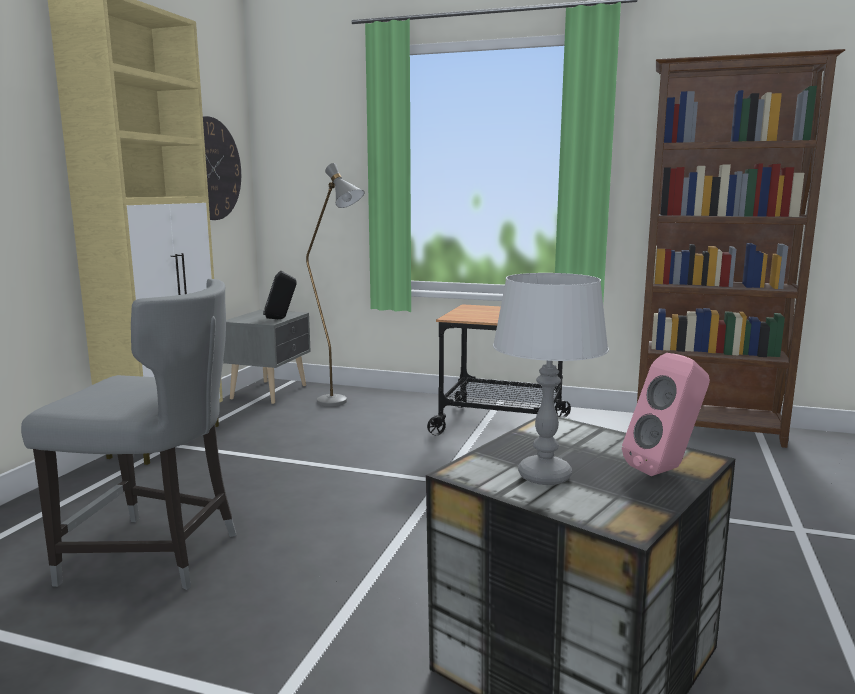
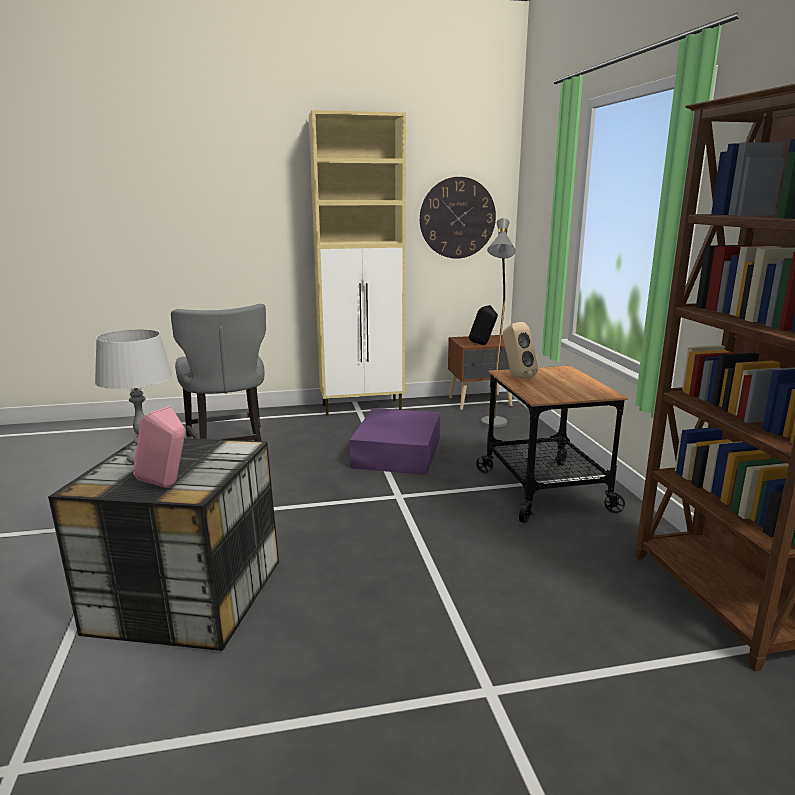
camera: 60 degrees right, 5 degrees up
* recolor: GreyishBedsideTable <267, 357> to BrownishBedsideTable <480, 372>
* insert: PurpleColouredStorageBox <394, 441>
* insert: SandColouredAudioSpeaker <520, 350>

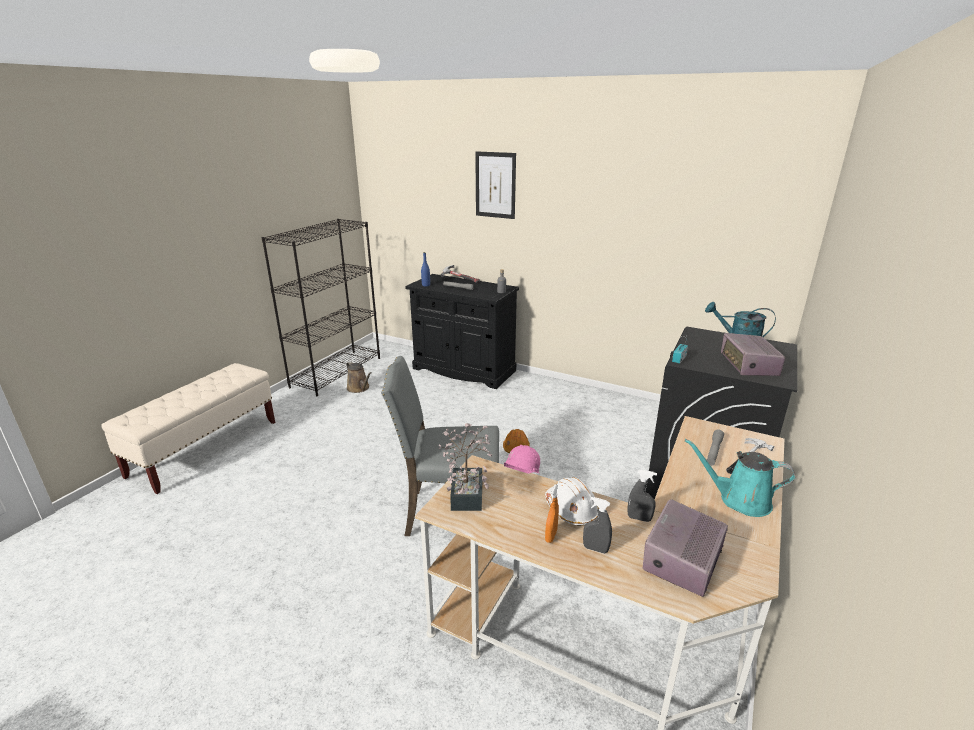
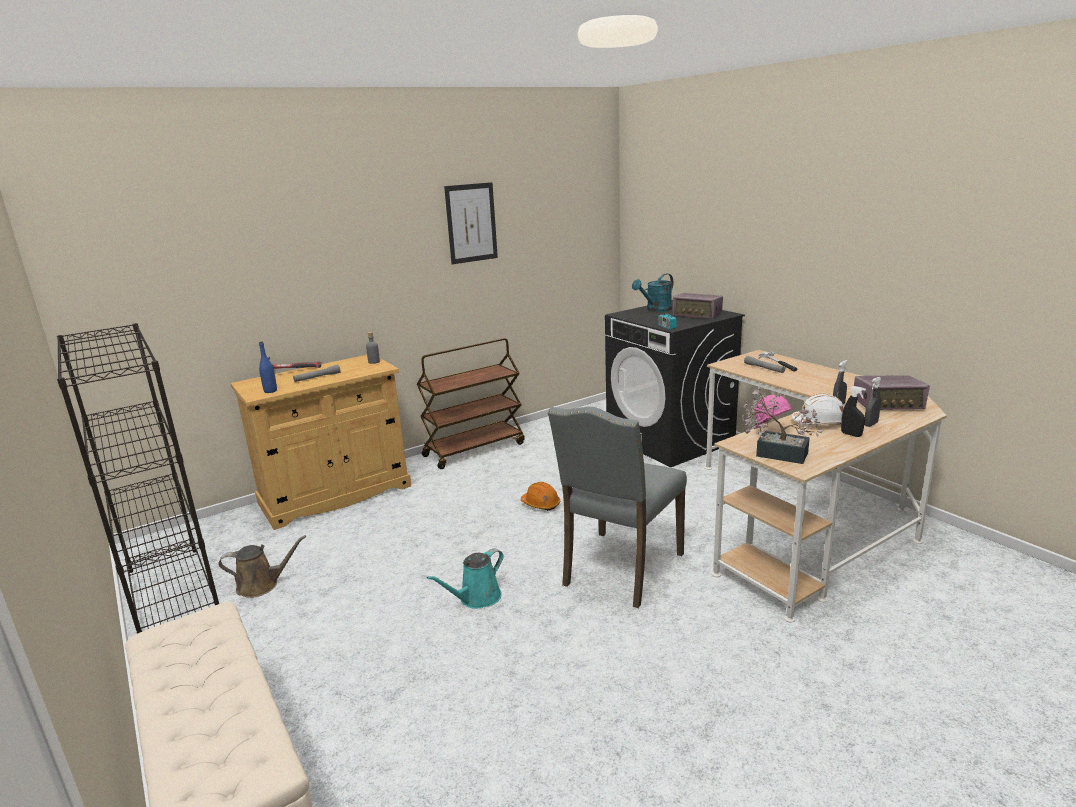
camera: 60 degrees left, 5 degrees down
* recolor: BlackishStorageCabinet <462, 331> to SandColouredStorageCabinet <320, 442>
* move: WallArt <495, 185> to <471, 223>
* recolor: OrangeySprayBottle <552, 513> to BlackishSprayBottle <853, 411>
* rotate: RadioSet <685, 548> = <892, 392> 60 degrees counterclockwise
* move: TurquoiseColouredSprinklingCan <740, 478> to <465, 579>
* insert: BrownishWheeledCart <471, 403>

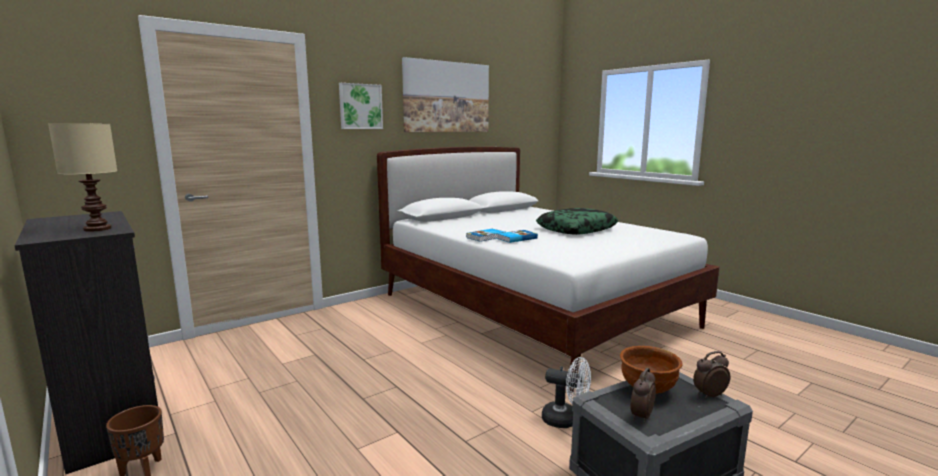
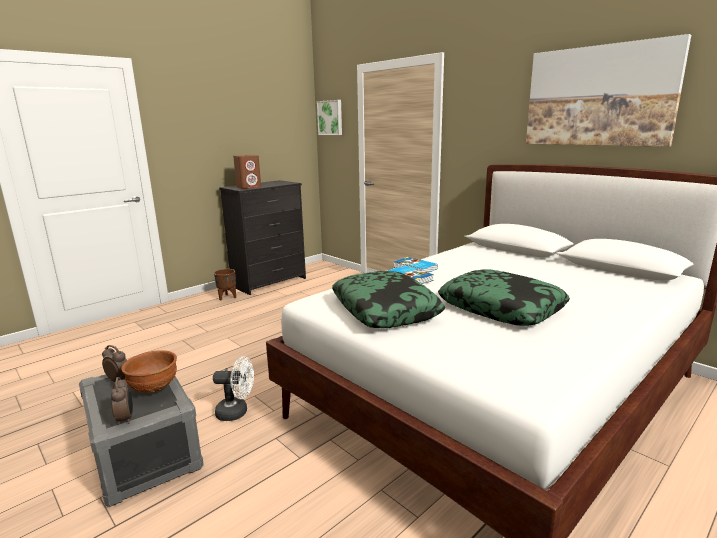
camera: 85 degrees right, 5 degrees up
* replace: SandColouredTableLamp <82, 177> to BrownishAudioSpeaker <247, 172>
* move: WallArt <361, 106> to <329, 117>
* rotate: WhiteColouredFan <566, 392> = <233, 388> 105 degrees counterclockwise
* insert: Cushion <388, 299>

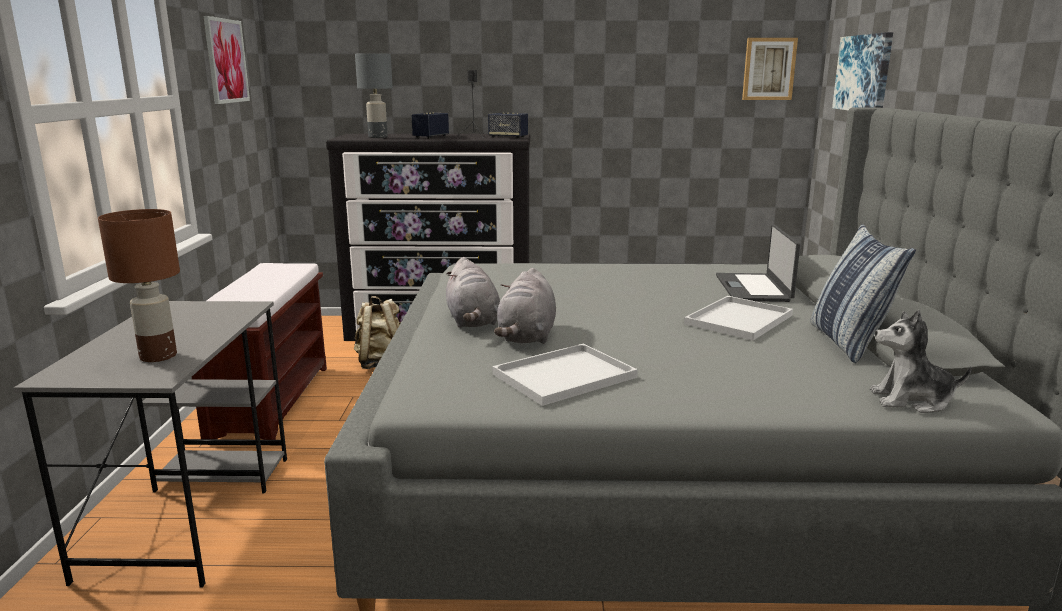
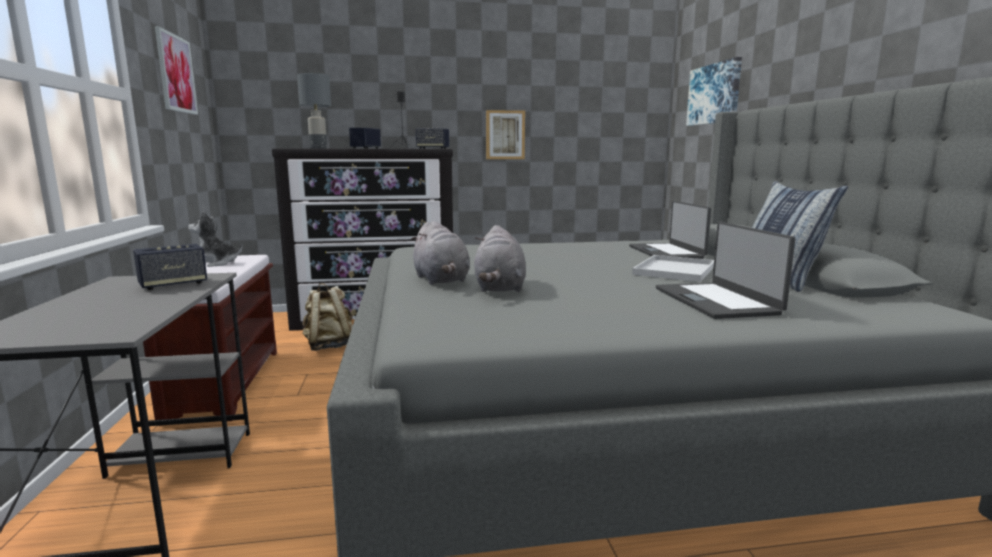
camera: 10 degrees left, 5 degrees down
* delete: BrownishTableLamp <139, 285>
* delete: WhiteColouredCarryingTray <565, 375>
* move: WallArt <770, 69> to <505, 134>
* move: CuddlyToy <921, 361> to <215, 239>
* insert: AudioSpeaker <170, 267>
* insert: NotebookComputer <725, 270>

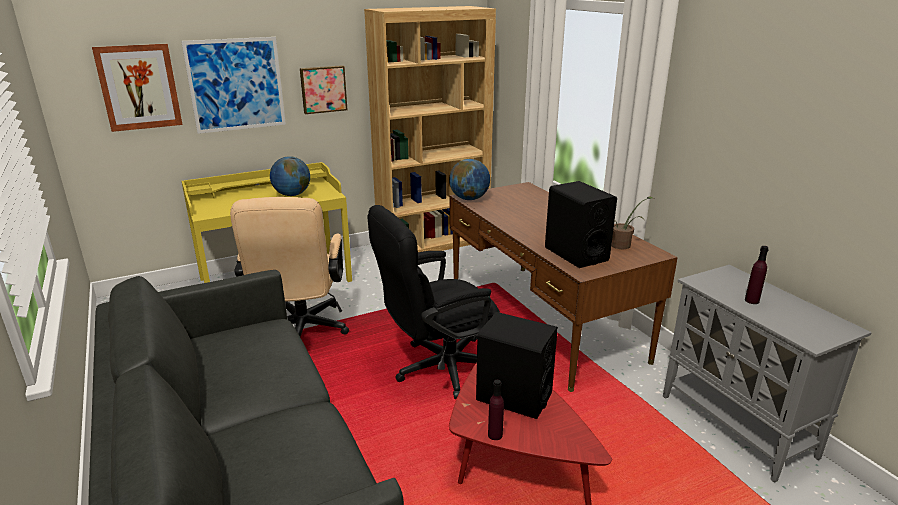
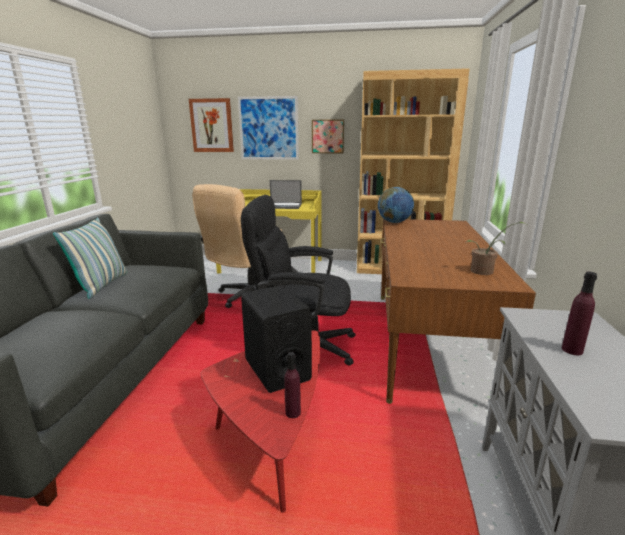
camera: 35 degrees right, 5 degrees down
* replace: WorldGlobe <290, 176> to NotebookComputer <286, 194>
* move: PurpleColouredBeverageBottle <496, 410> to <292, 385>
* delete: BlackishAudioSpeaker <581, 224>
* insert: Cushion <90, 258>

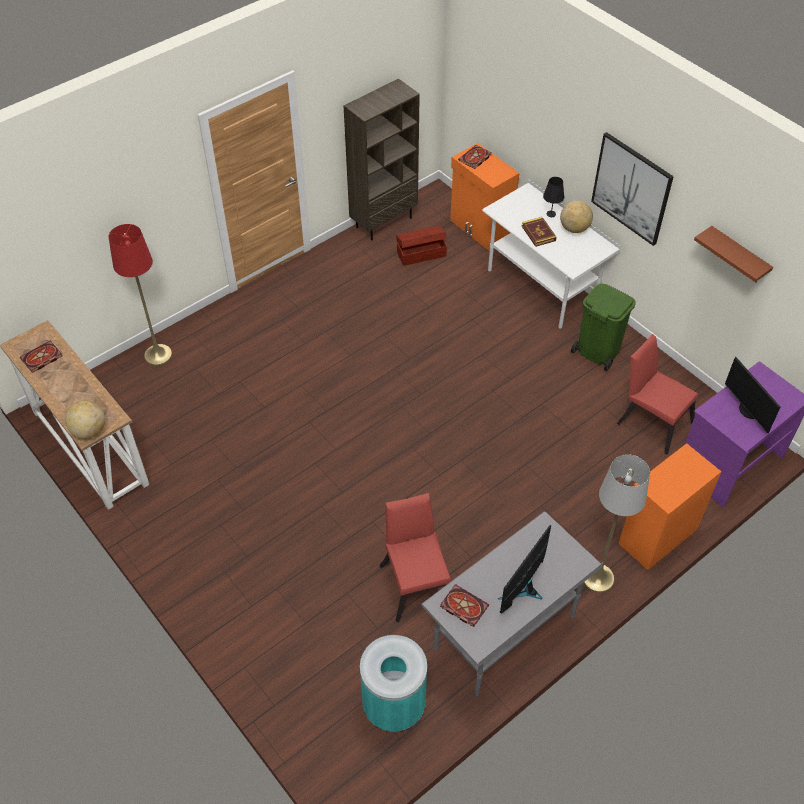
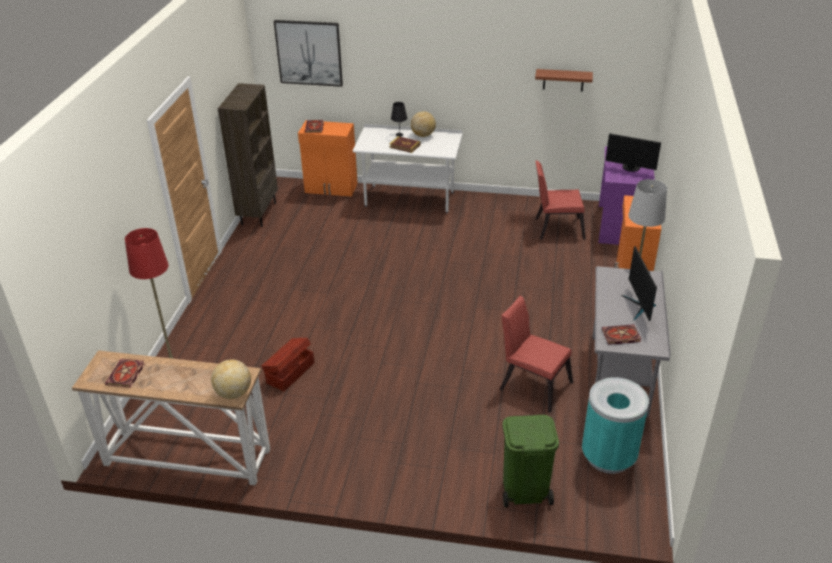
camera: 40 degrees left, 15 degrees down
* move: BrownishStorageBox <421, 246> to <287, 364>
* move: GreenishWasteBin <603, 327> to <531, 461>
* move: WallArt <632, 189> to <308, 53>

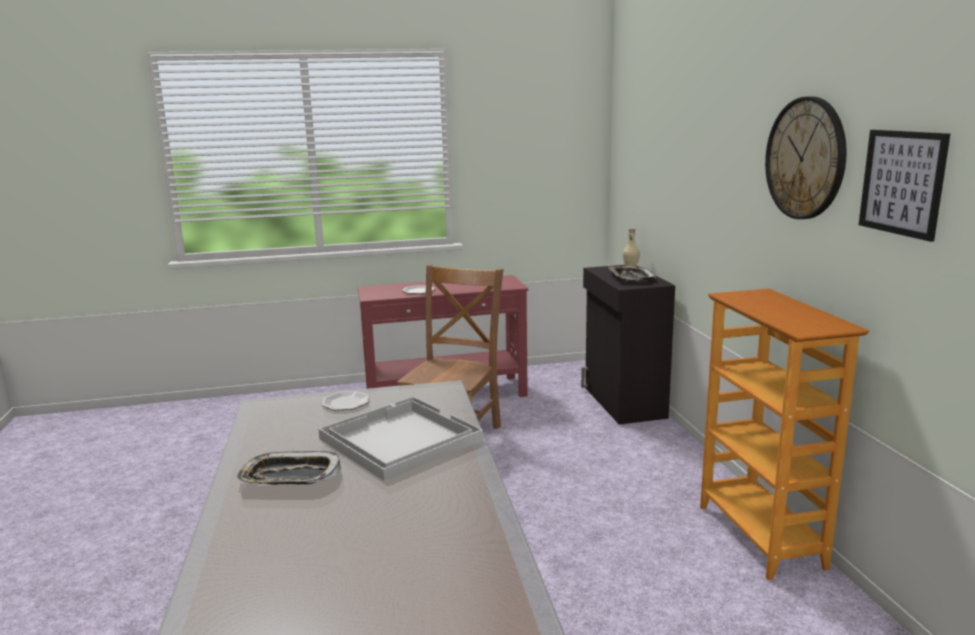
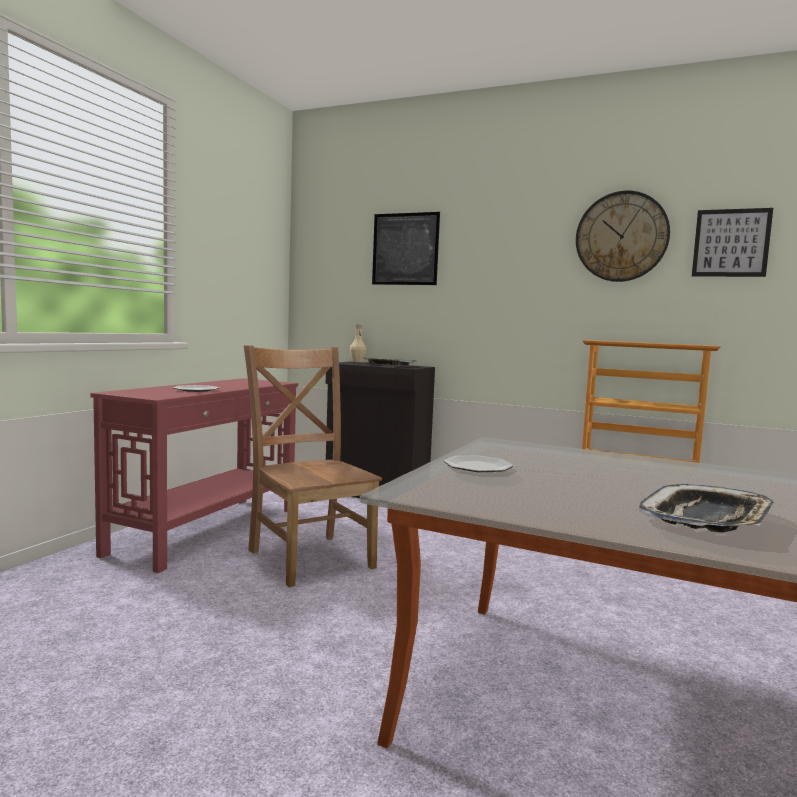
camera: 55 degrees left, 10 degrees down
* delete: WhiteColouredCarryingTray <400, 439>
* insert: WallArt <406, 248>

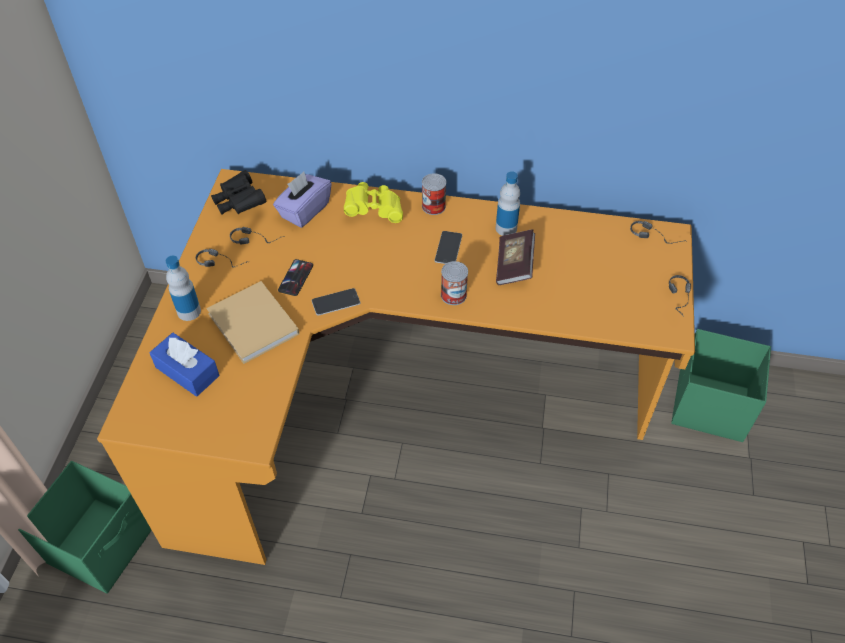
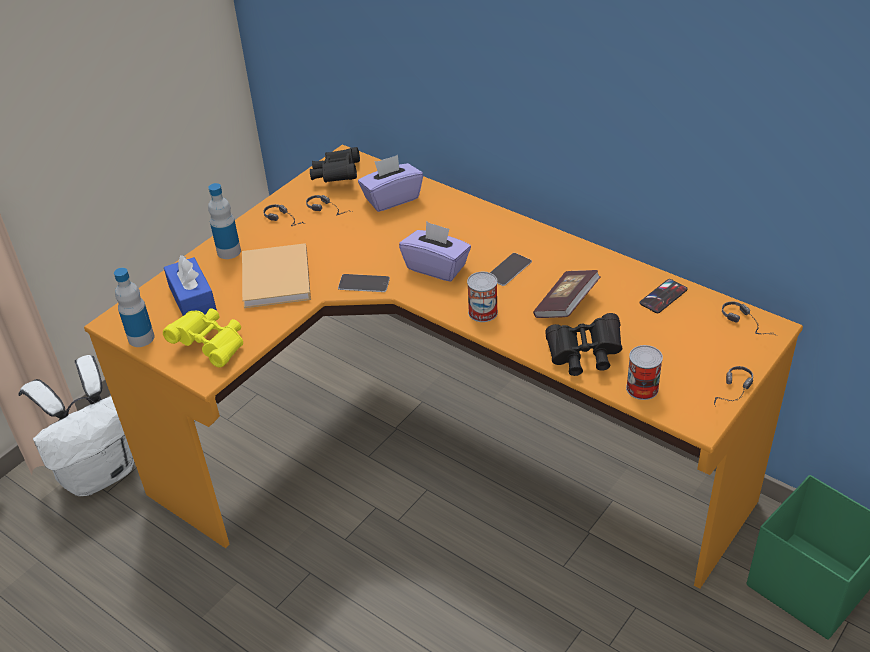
camera: 30 degrees right, 10 degrees down
* replace: GreenishStorageBox <85, 527> to WhiteColouredKnapsack <76, 425>
* move: Handset <295, 277> to <663, 296>
* move: YellowColouredBinoculars <373, 202> to <203, 337>
* move: SealedCan <434, 194> to <644, 372>
* move: BeverageBottle <508, 203> to <134, 307>
* insert: PurpleColouredTissueBox <435, 251>
* insert: BlackishBinoculars <583, 344>

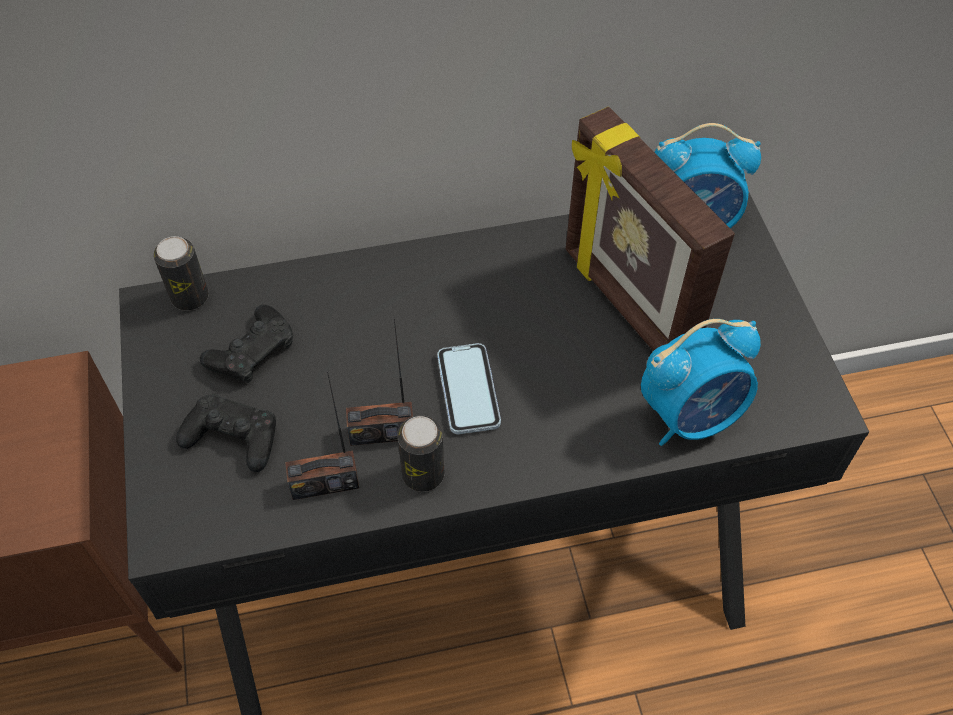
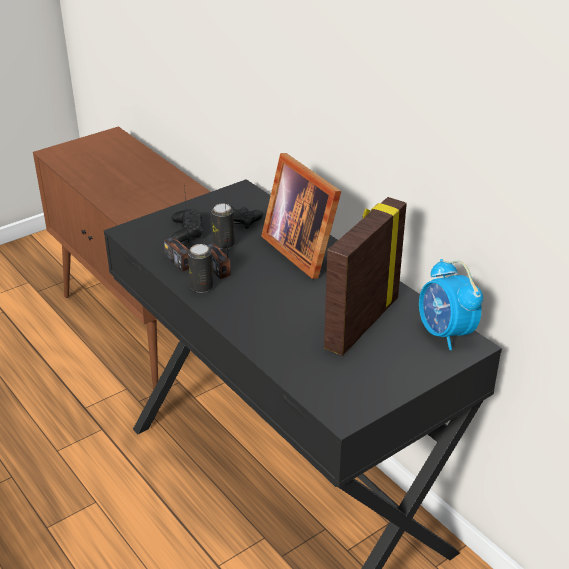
camera: 65 degrees right, 20 degrees down
* move: SealedCan <181, 273> to <223, 226>
* delete: Handset <469, 388>
* delete: BedsideClock <701, 382>
* insert: PictureFrame <301, 216>

